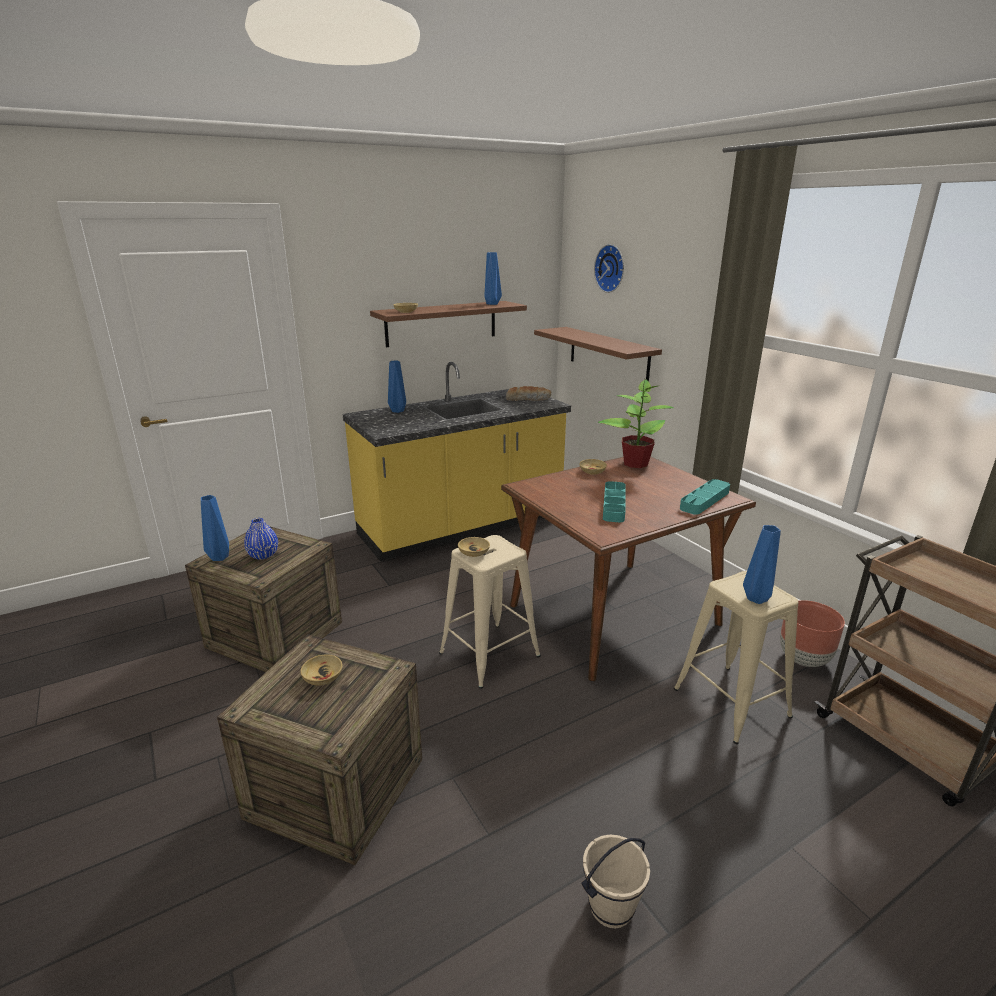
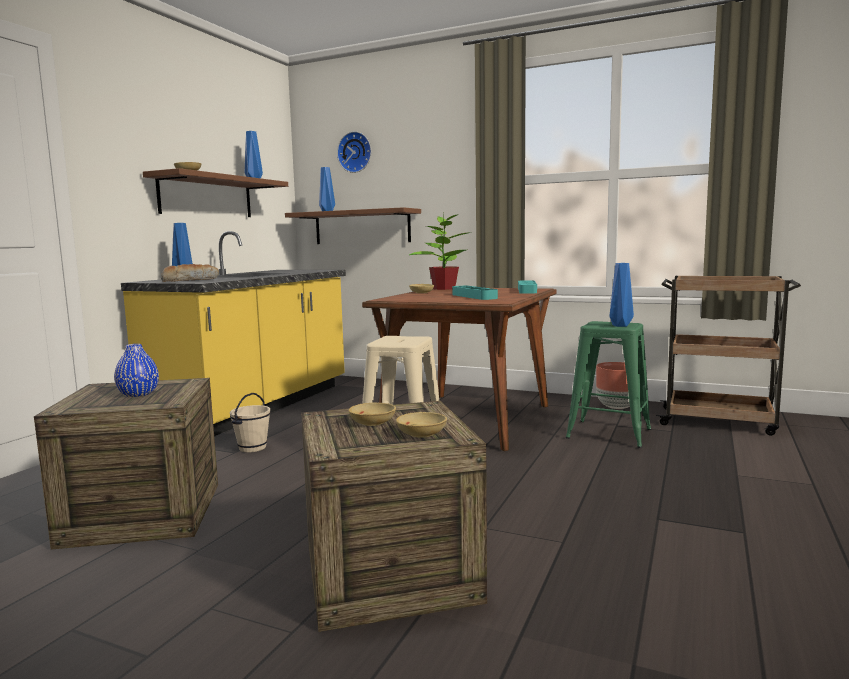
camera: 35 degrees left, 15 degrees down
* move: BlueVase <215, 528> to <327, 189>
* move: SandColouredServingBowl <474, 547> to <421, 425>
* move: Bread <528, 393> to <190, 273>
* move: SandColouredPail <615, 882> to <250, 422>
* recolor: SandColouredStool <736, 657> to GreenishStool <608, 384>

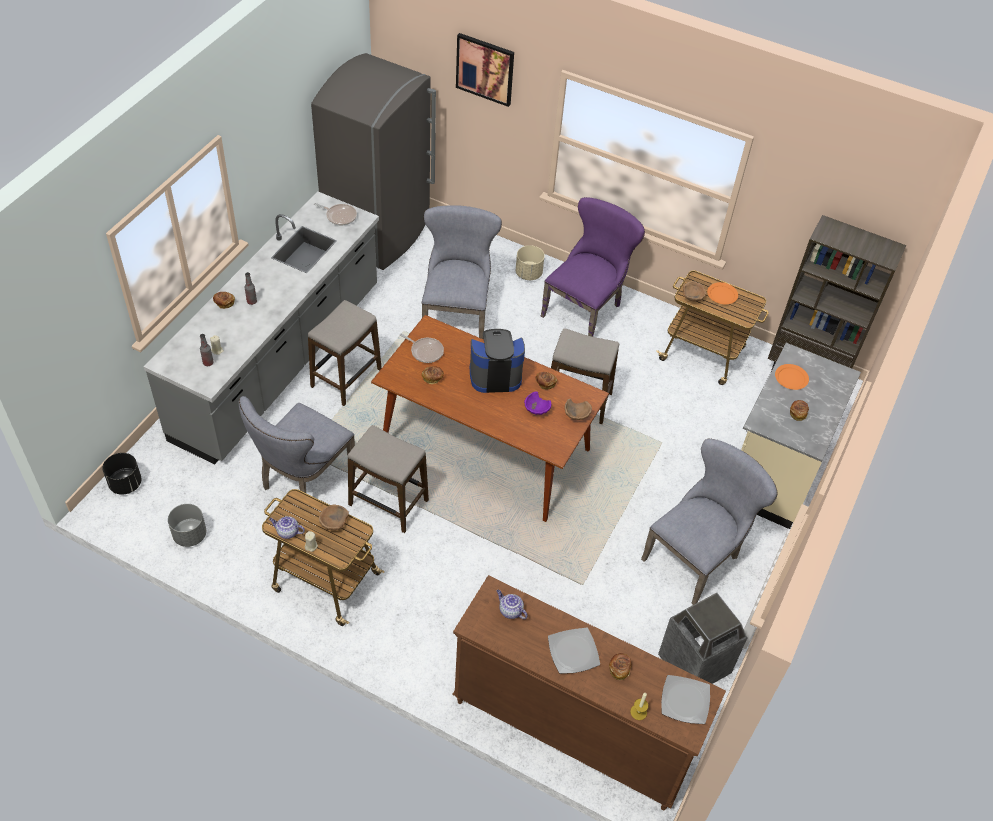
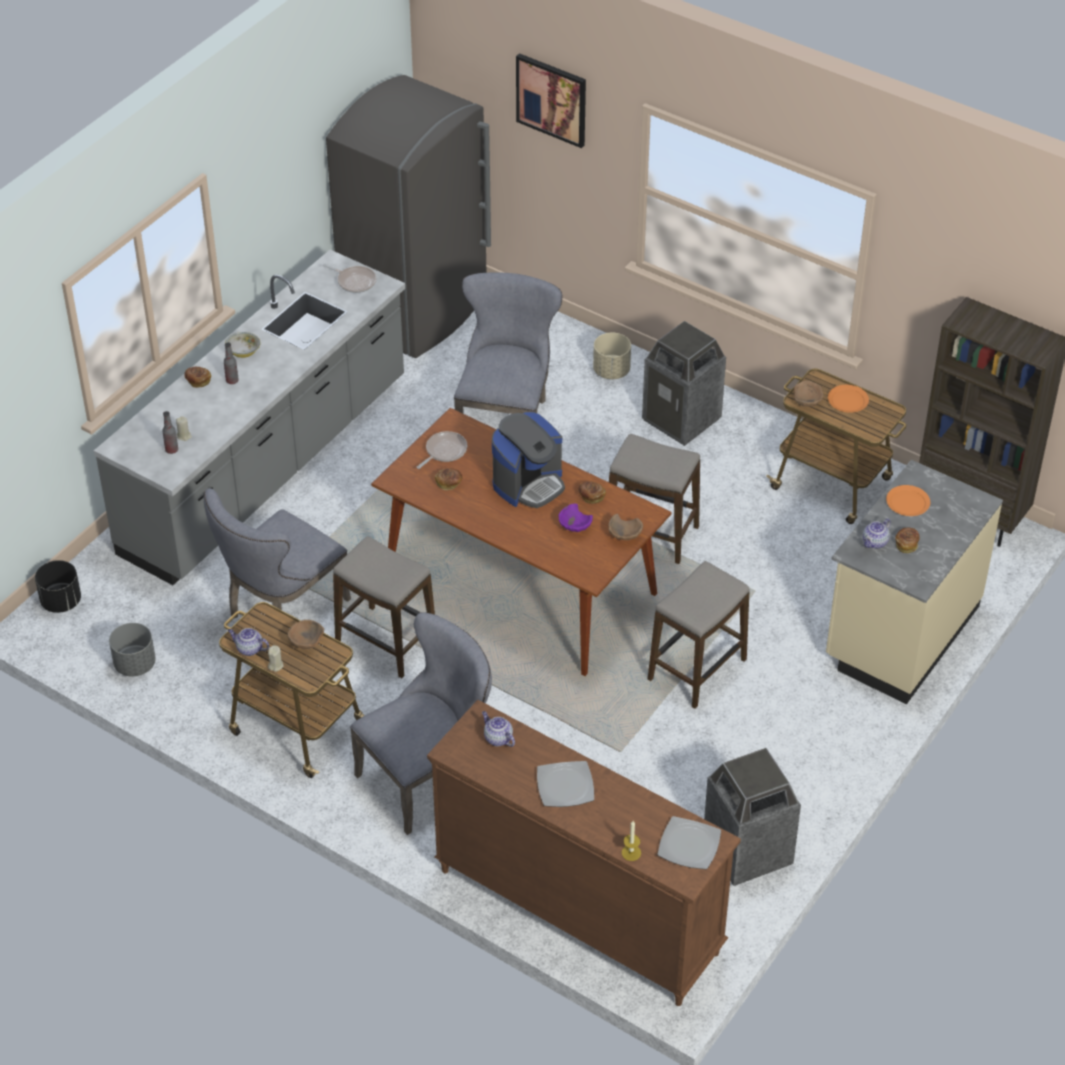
camera: 10 degrees right, 5 degrees down
* move: Stool <345, 353> to <698, 635>
* rotate: FryingPan <422, 348> = <442, 450> 90 degrees counterclockwise
* rotate: CoffeeBrewer <497, 361> = <528, 460> 135 degrees clockwise
* replace: PurpleColouredChair <593, 267> to WasteBin <684, 383>
* delete: Bread <620, 666>
* move: GreyishChair <709, 522> to <421, 723>
* insert: ServingBowl <243, 345>
* insert: TeaPot <877, 533>

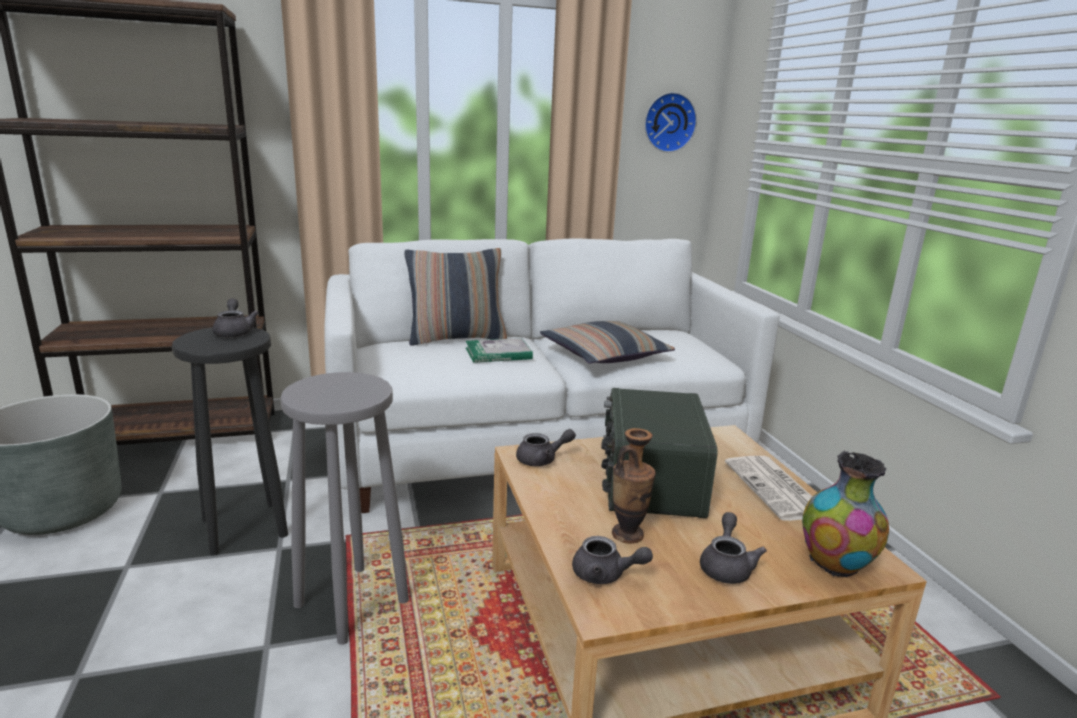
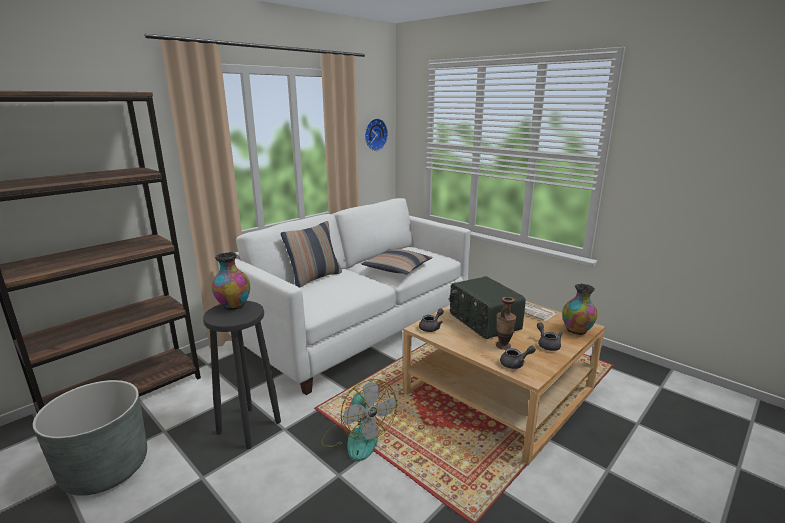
camera: 30 degrees left, 0 degrees up
* replace: GreyishTeaPot <235, 318> to Vase <231, 281>
* replace: GreyishStool <344, 508> to Fan <359, 420>
* delete: Volume <499, 350>

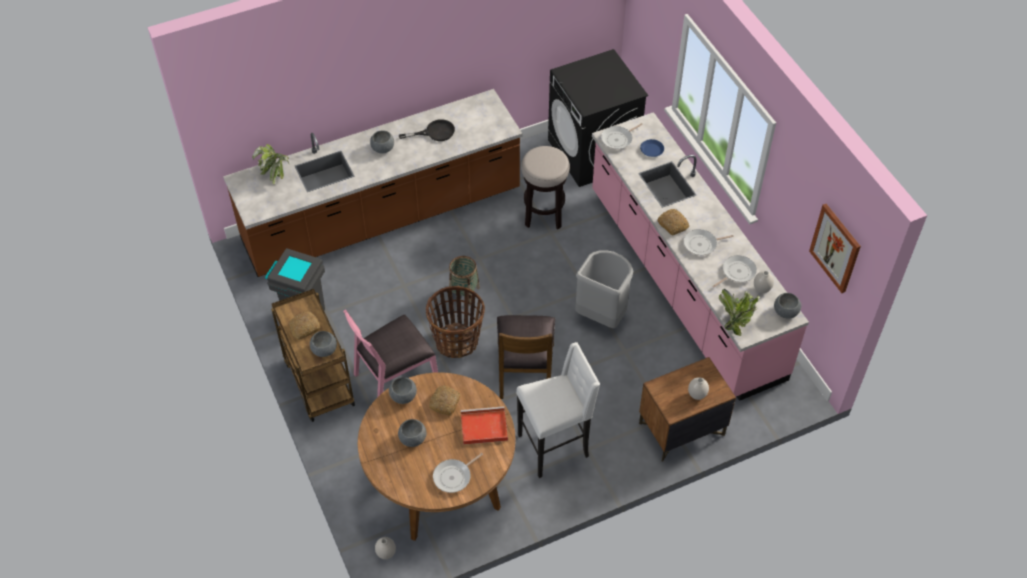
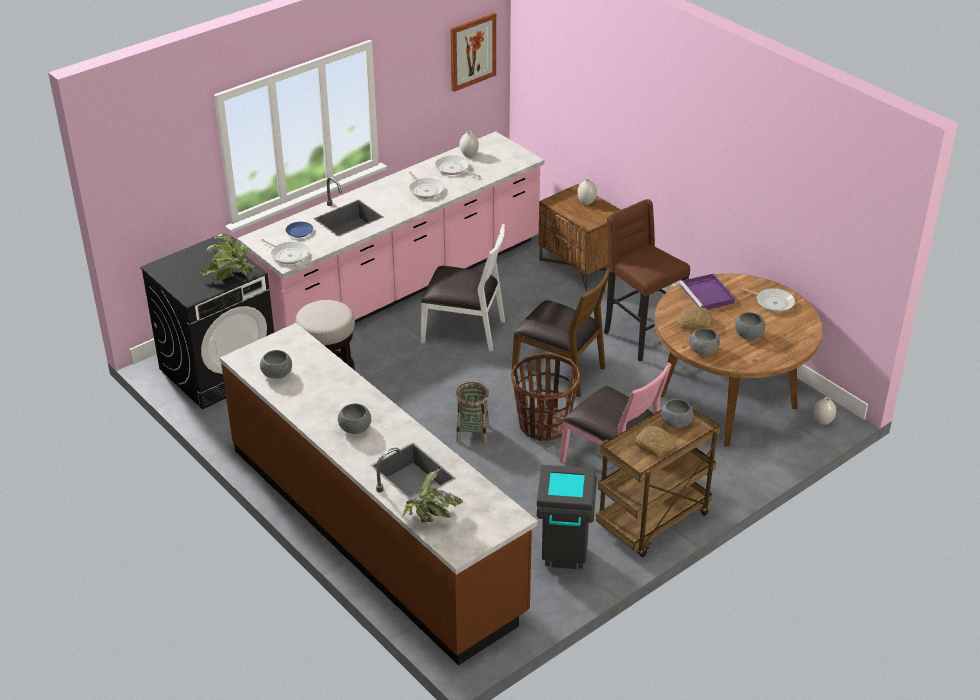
camera: 105 degrees left, 15 degrees down
* delete: BlackishFryingPan <427, 130>
* recolor: RedColouredCarryingTray <484, 425> to PurpleColouredCarryingTray <707, 292>
* rotate: BrownishChair <526, 357> = <561, 332> 45 degrees clockwise
* recolor: WhiteColouredStool <558, 410> to BrownishStool <647, 280>
* replace: GreyishWasteBin <604, 289> to WhiteColouredChair <463, 288>
* delete: Bread <673, 222>
* move: PlantInAPot <739, 312> to <227, 257>
* move: GreyishServingBowl <787, 305> to <276, 364>

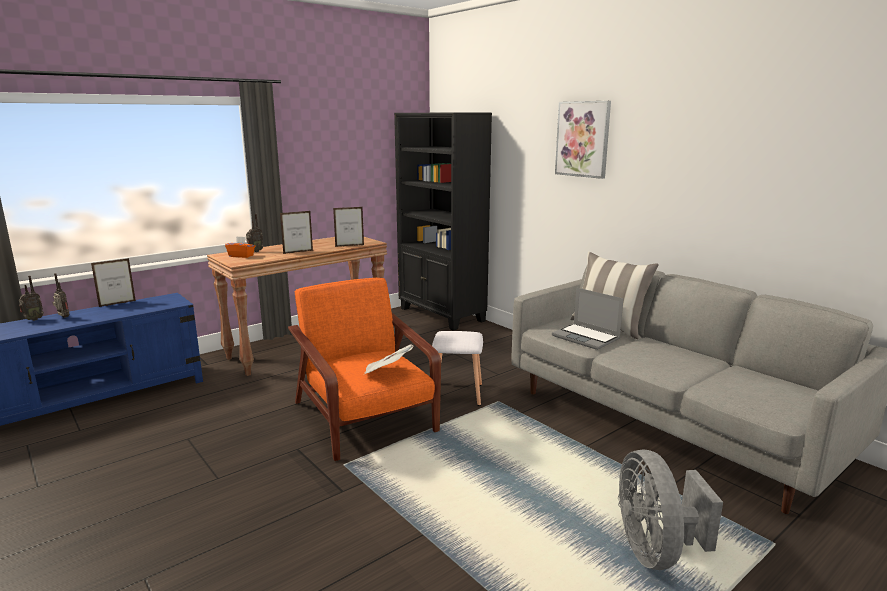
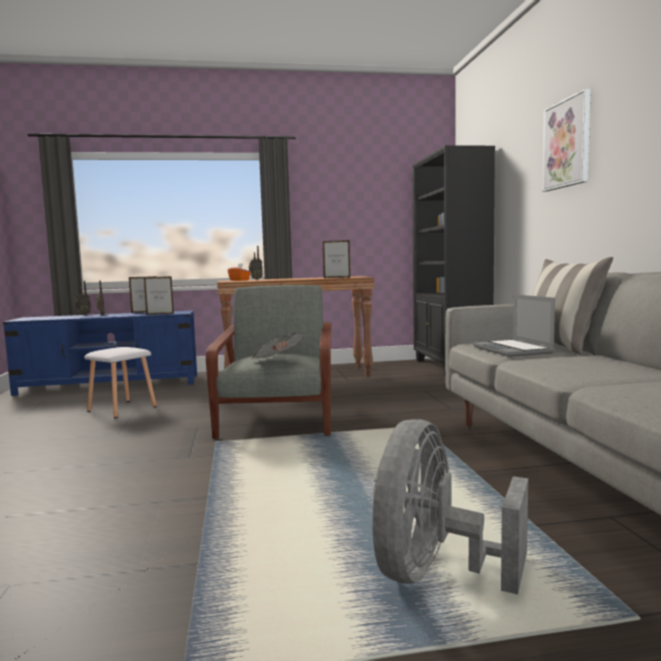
camera: 30 degrees right, 10 degrees down
* move: PictureFrame <296, 232> to <159, 295>
* recolor: OrangeyLoungeChair <364, 369> to GreyishLoungeChair <268, 362>
* move: WhiteColouredStool <457, 368> to <120, 382>

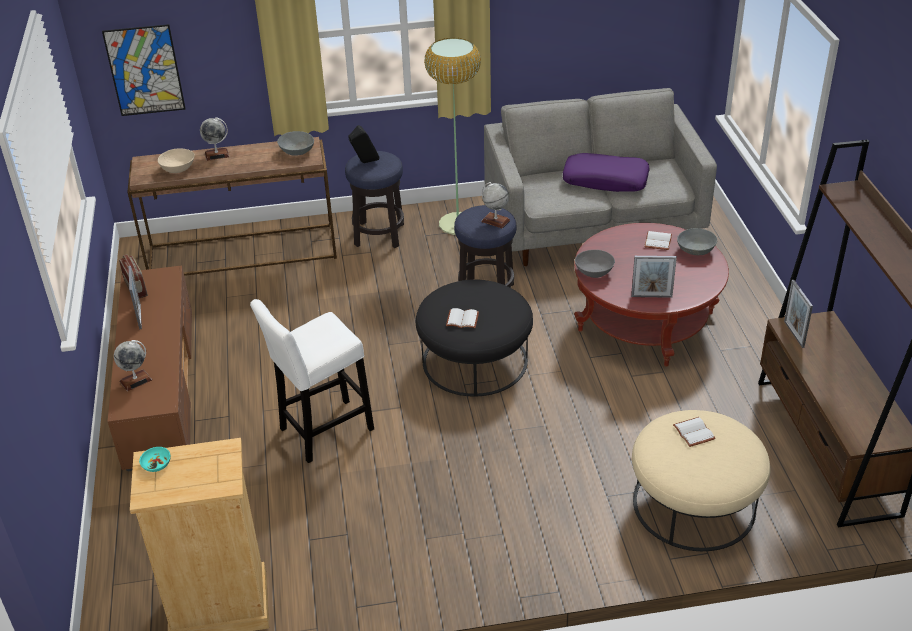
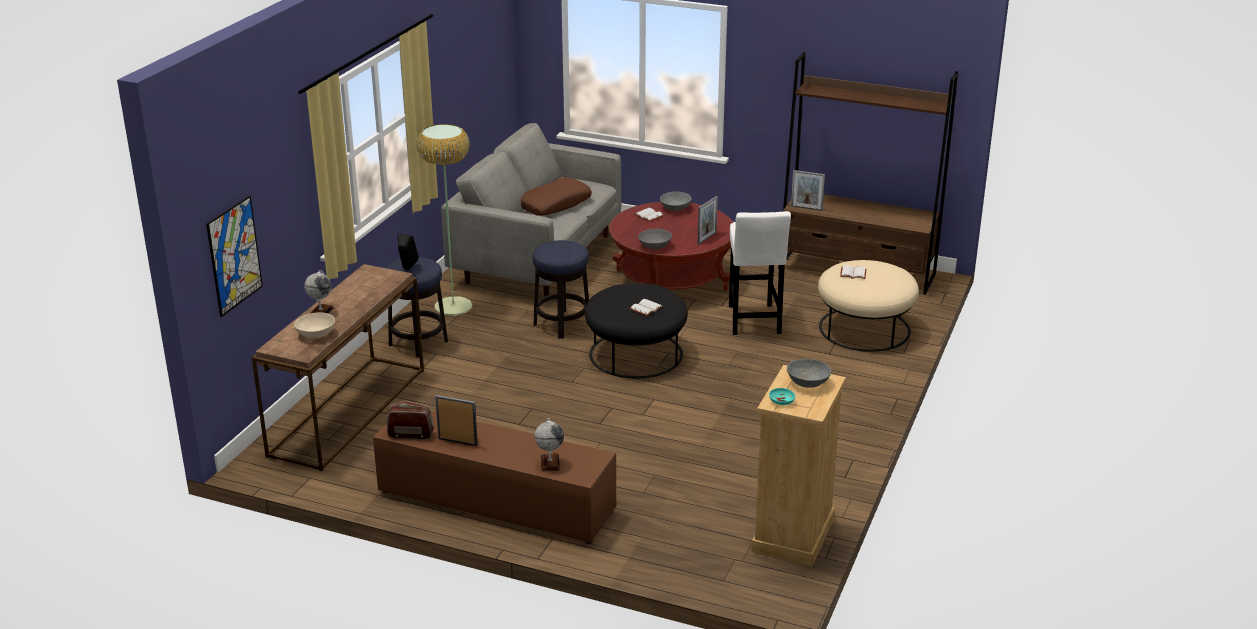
camera: 60 degrees left, 10 degrees down
* move: WhiteColouredStool <312, 381> to <760, 273>
* move: GreyishServingBowl <295, 143> to <809, 373>
* delete: WorldGlobe <495, 205>
* recolor: PurpleColouredCushion <606, 172> to BrownishCushion <556, 196>

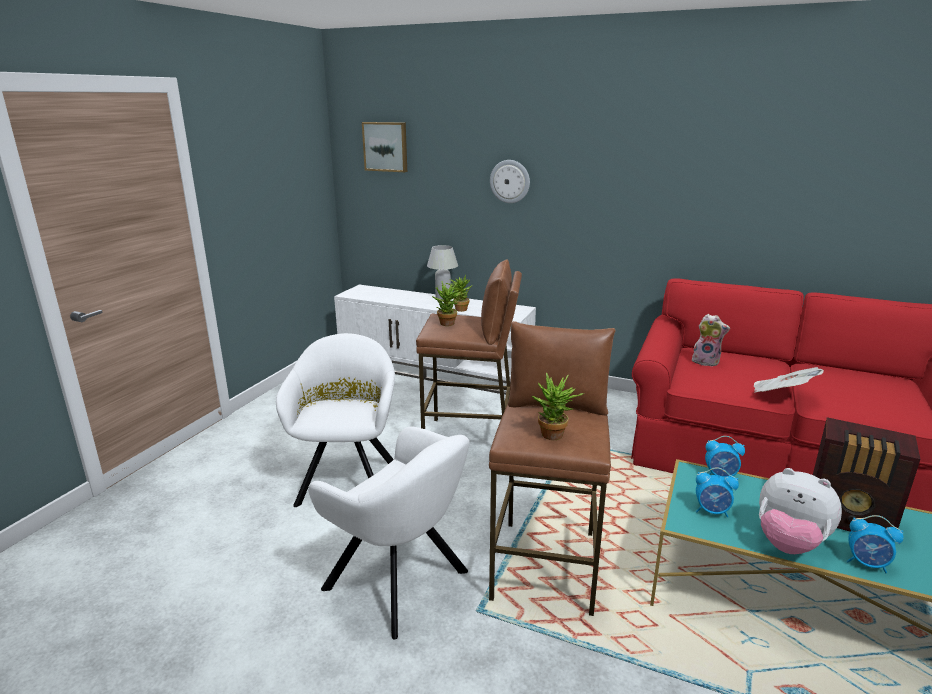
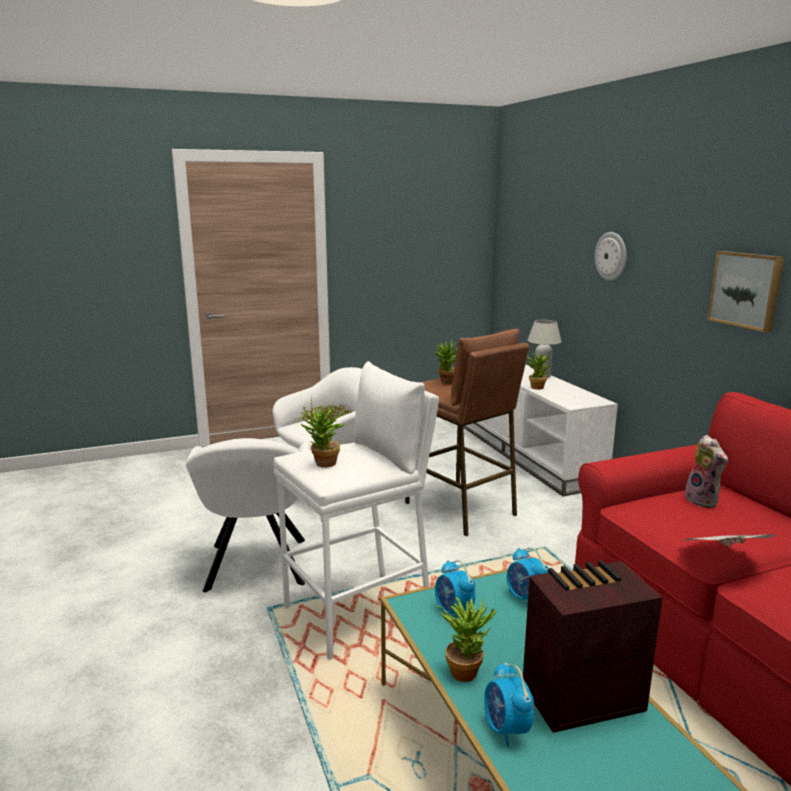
camera: 45 degrees right, 5 degrees down
* move: WallArt <384, 147> to <745, 291>
* recolor: BrownishStool <552, 468> to WhiteColouredStool <356, 510>
* replace: CuddlyToy <800, 511> to PlantInAPot <467, 639>
* rotate: RadioSet <866, 479> = <593, 646> 90 degrees clockwise

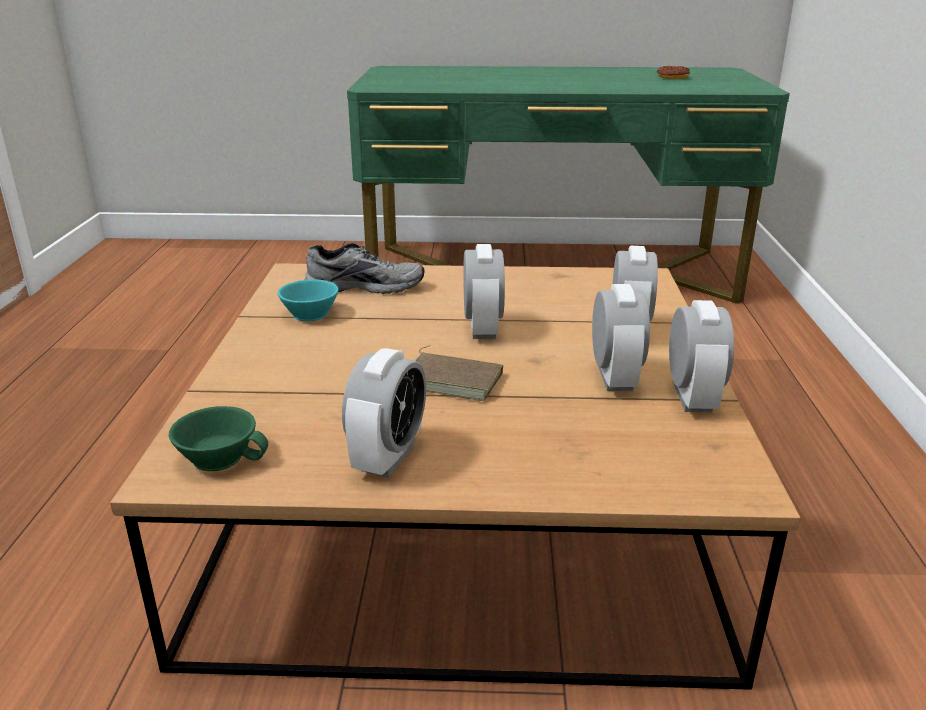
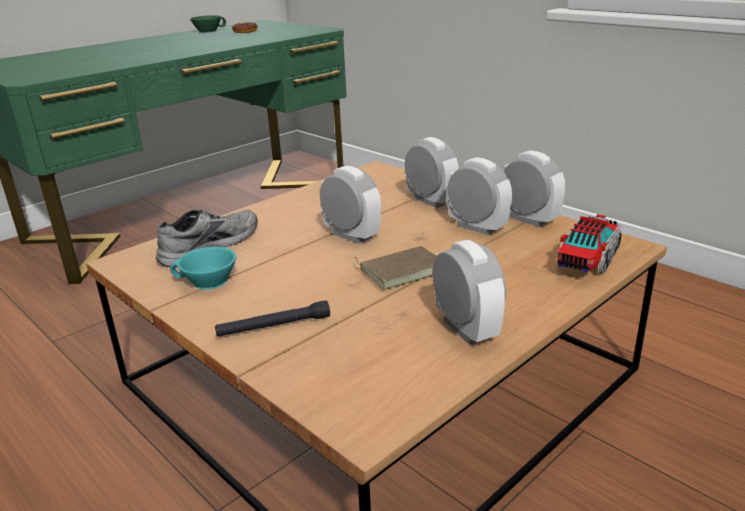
camera: 45 degrees left, 0 degrees up
* move: GreenishSmallCup <218, 438> to <208, 24>
* insert: BlackishFlashlight <272, 318>
* insert: ToyTruck <589, 244>

